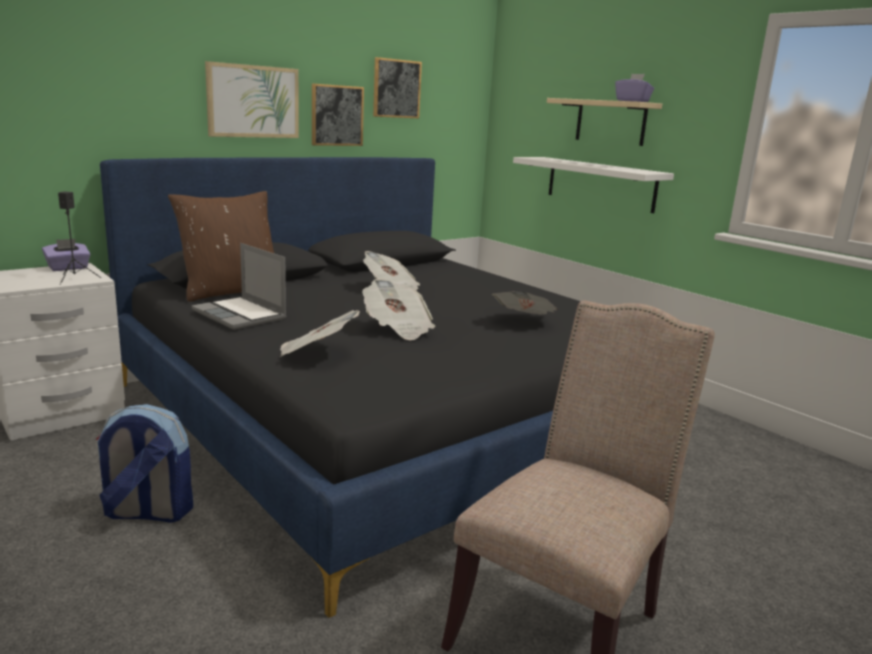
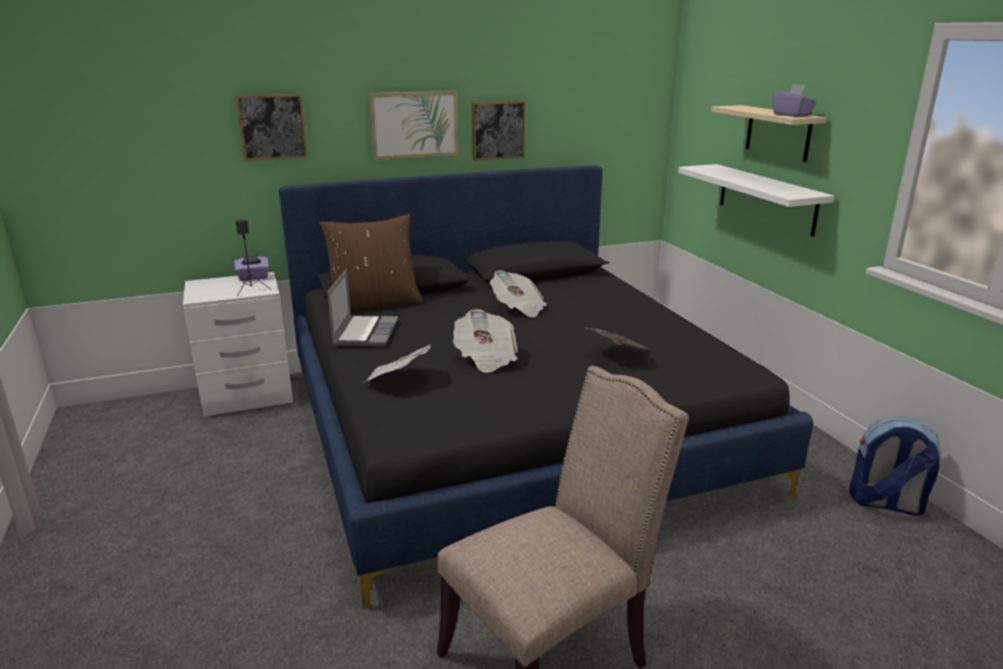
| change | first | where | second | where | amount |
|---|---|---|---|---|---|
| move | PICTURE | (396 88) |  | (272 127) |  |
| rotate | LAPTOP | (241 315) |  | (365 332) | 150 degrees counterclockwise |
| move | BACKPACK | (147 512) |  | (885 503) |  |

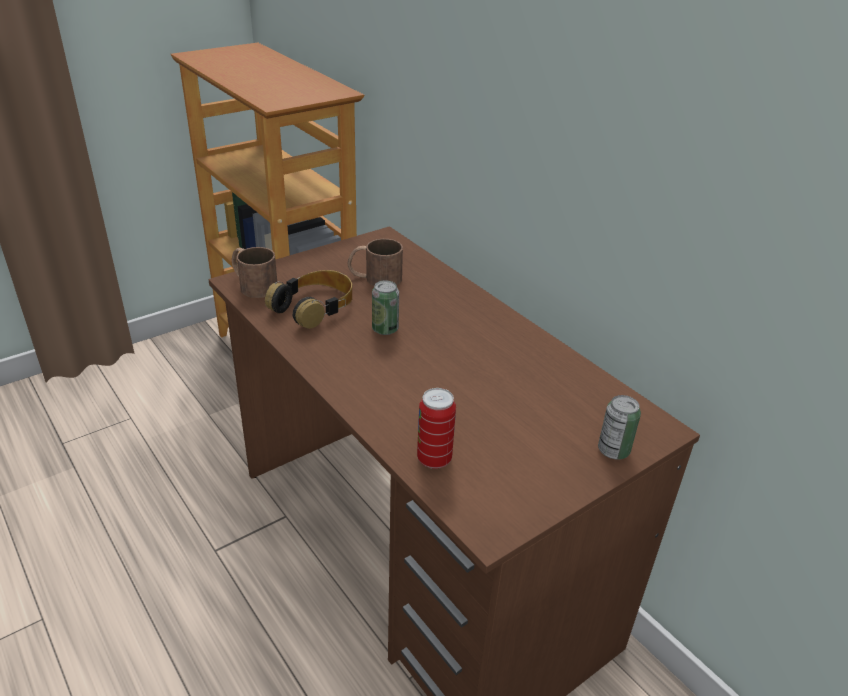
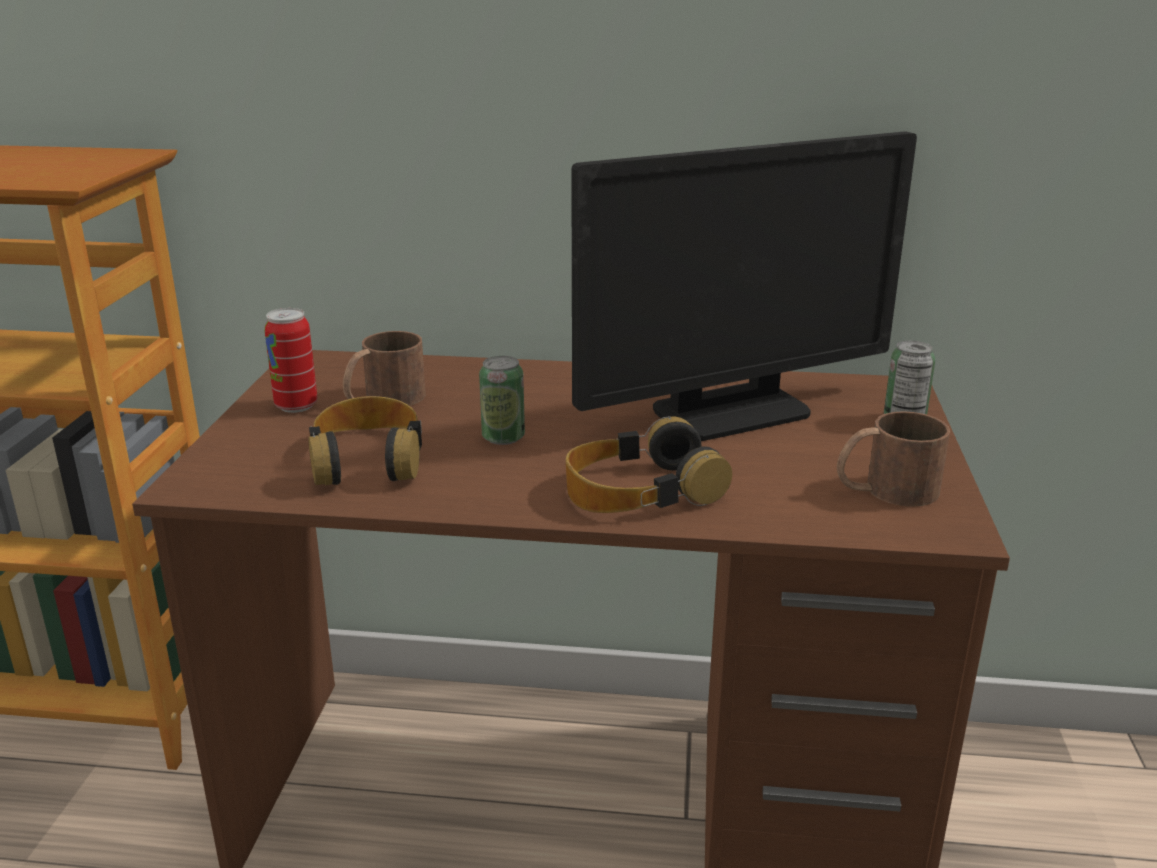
| change | first | where | second | where | amount |
|---|---|---|---|---|---|
| move | BROWN MUG | (252 284) |  | (885 490) |  |
| move | CAN | (434 459) |  | (296 406) |  |
| insert |  |  | MONITOR | (730 411) |  |
| insert |  |  | HEADPHONES | (641 490) |  |

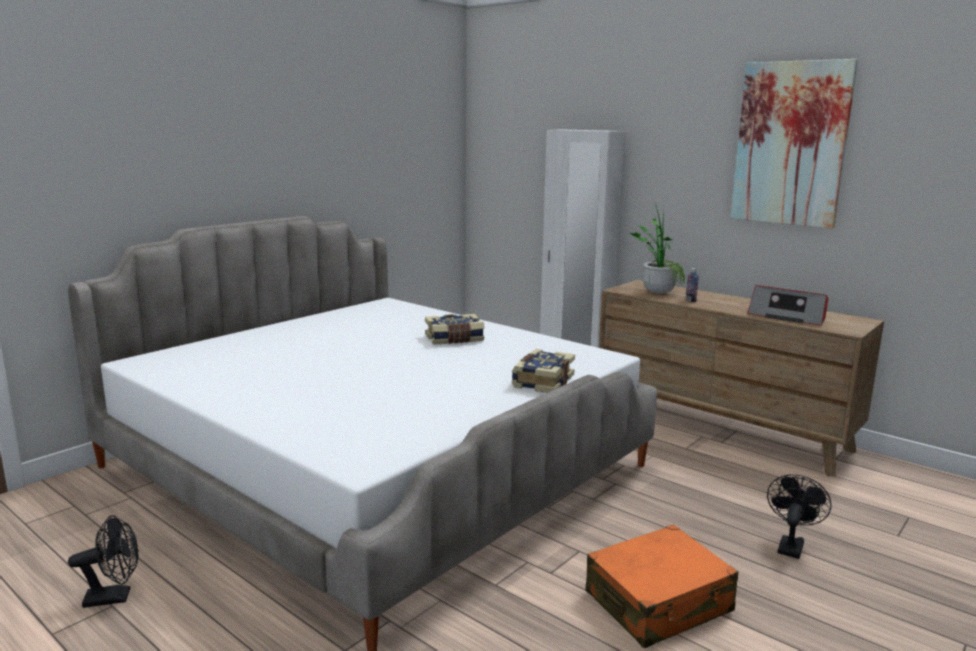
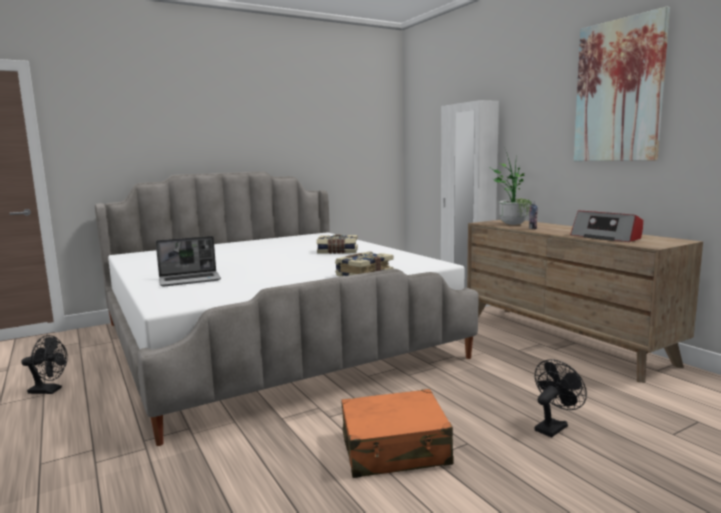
| change | first | where | second | where | amount |
|---|---|---|---|---|---|
| insert |  |  | LAPTOP | (190 280) |  |

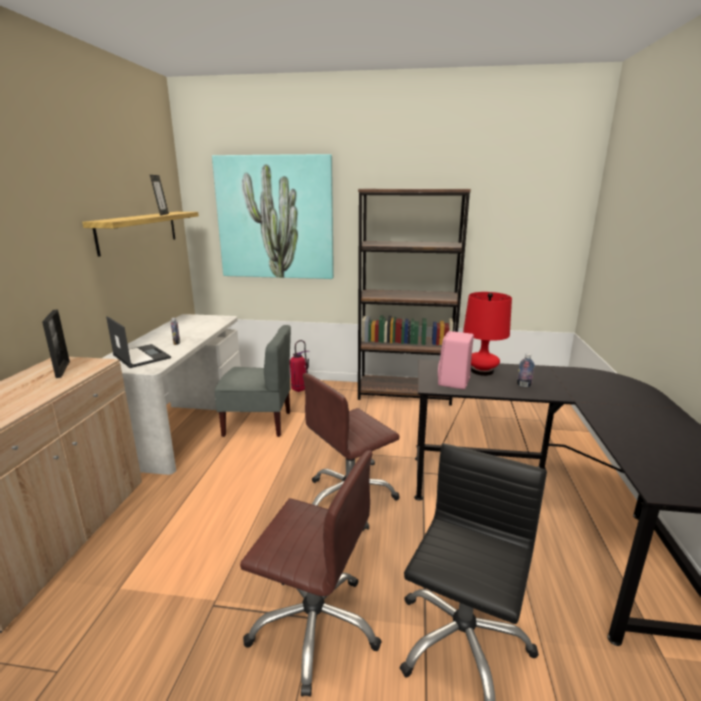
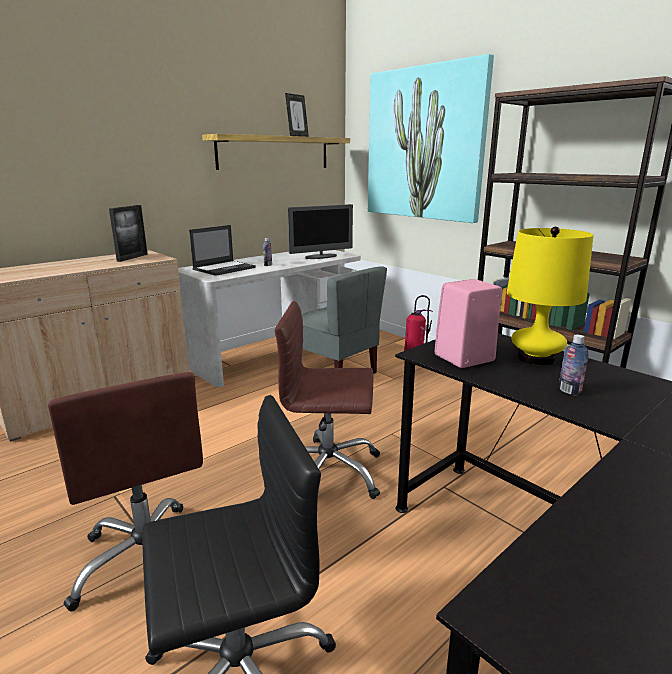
| change | first | where | second | where | amount |
|---|---|---|---|---|---|
| recolor | RED TABLE LAMP | (482 371) | YELLOW TABLE LAMP | (536 358) |  |
| rotate | LAPTOP | (141 356) |  | (224 268) | 45 degrees clockwise |
| insert |  |  | MONITOR | (321 257) |  |

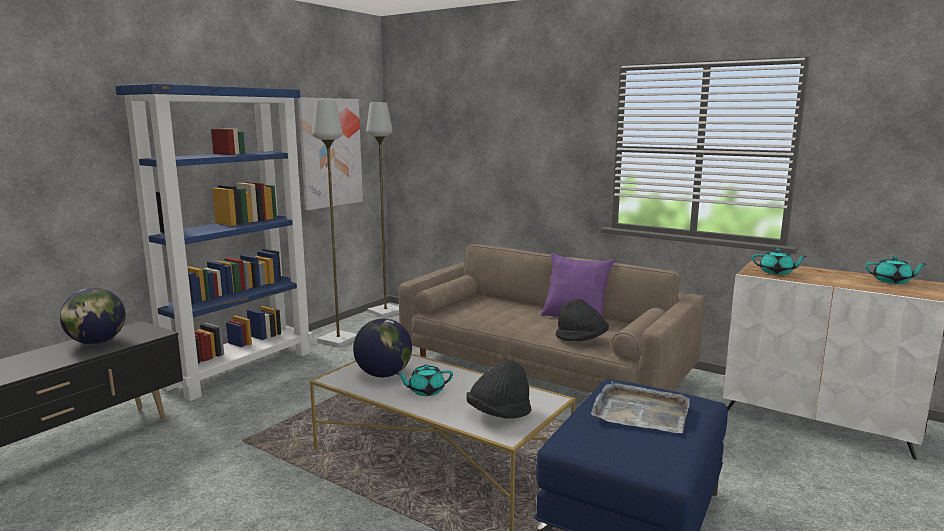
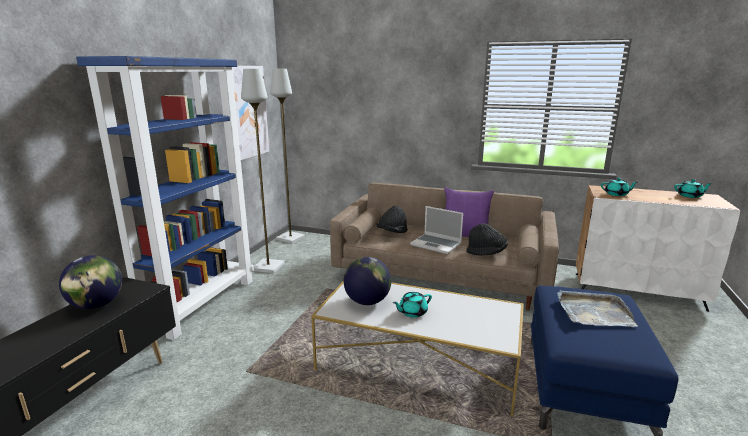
| change | first | where | second | where | amount |
|---|---|---|---|---|---|
| move | BLACK HAT | (499 414) |  | (392 233) |  |
| insert |  |  | LAPTOP | (436 244) |  |

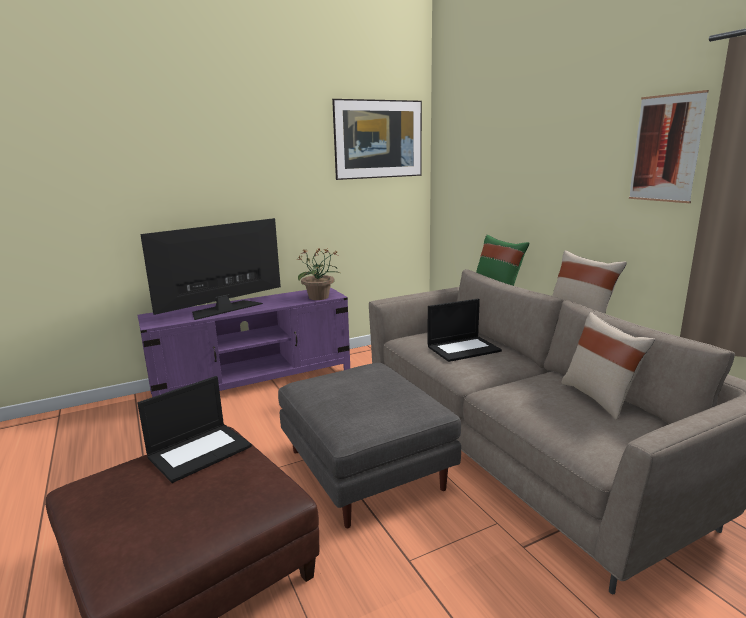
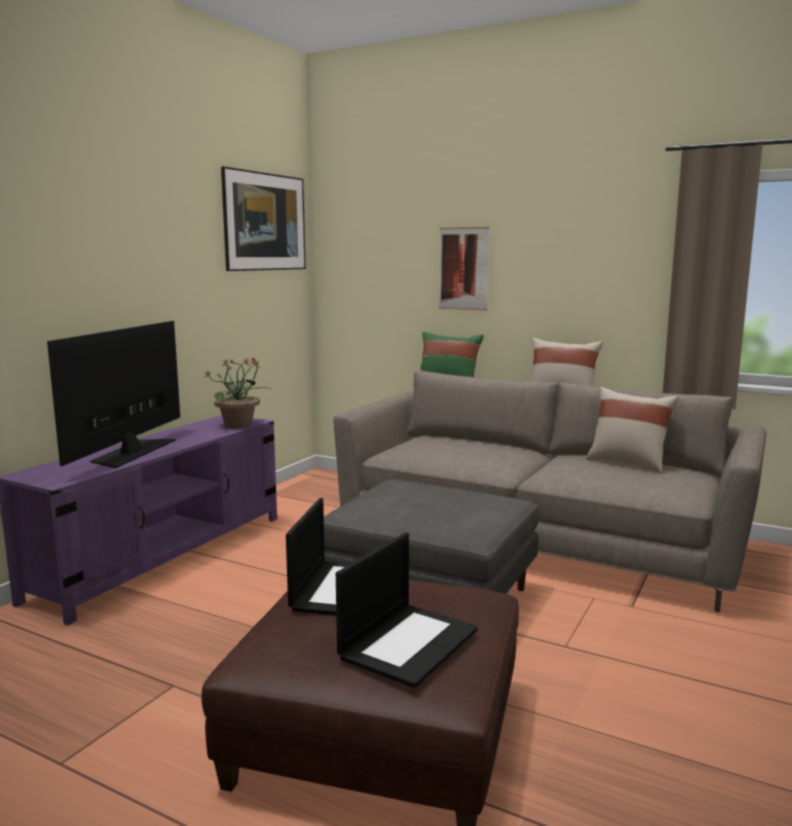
| change | first | where | second | where | amount |
|---|---|---|---|---|---|
| move | PICTURE | (666 148) |  | (463 268) |  |
| move | LAPTOP | (463 348) |  | (408 643) |  |

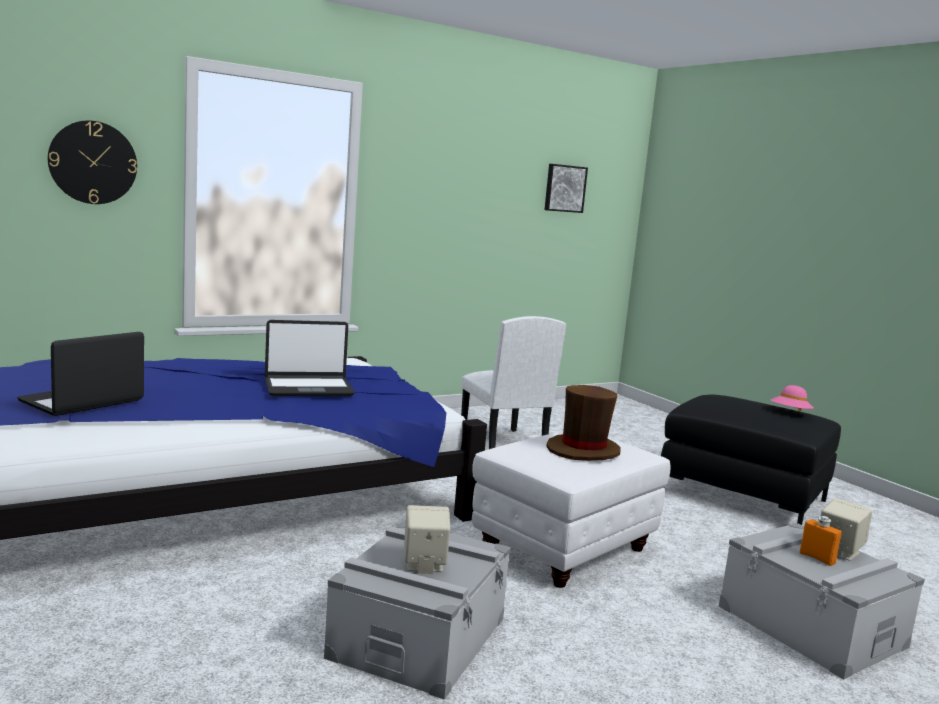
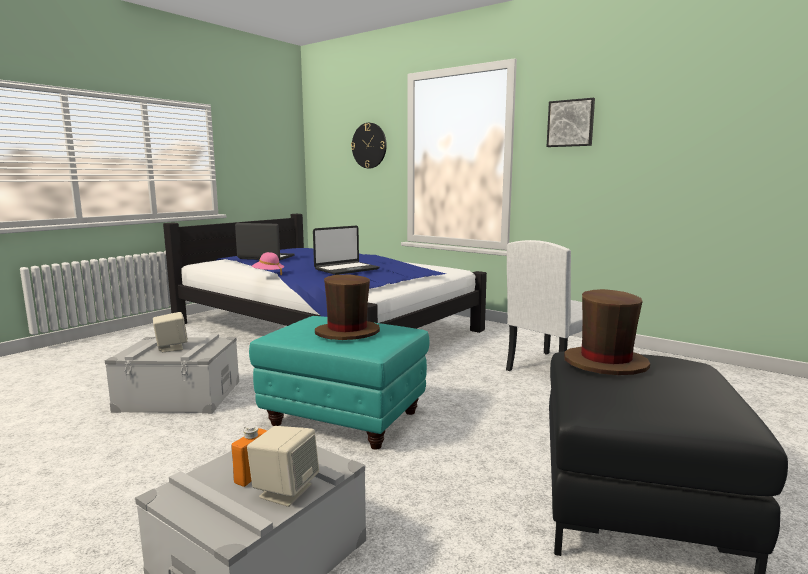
| change | first | where | second | where | amount |
|---|---|---|---|---|---|
| move | PICTURE | (564 188) |  | (571 123) |  |
| rotate | LAPTOP | (308 388) |  | (346 269) | 90 degrees counterclockwise |
| move | PINK HAT | (790 414) |  | (268 274) |  |
| recolor | WHITE OTTOMAN | (563 549) | TURQUOISE OTTOMAN | (344 417) |  |
| insert |  |  | BROWN HAT | (604 363) |  |

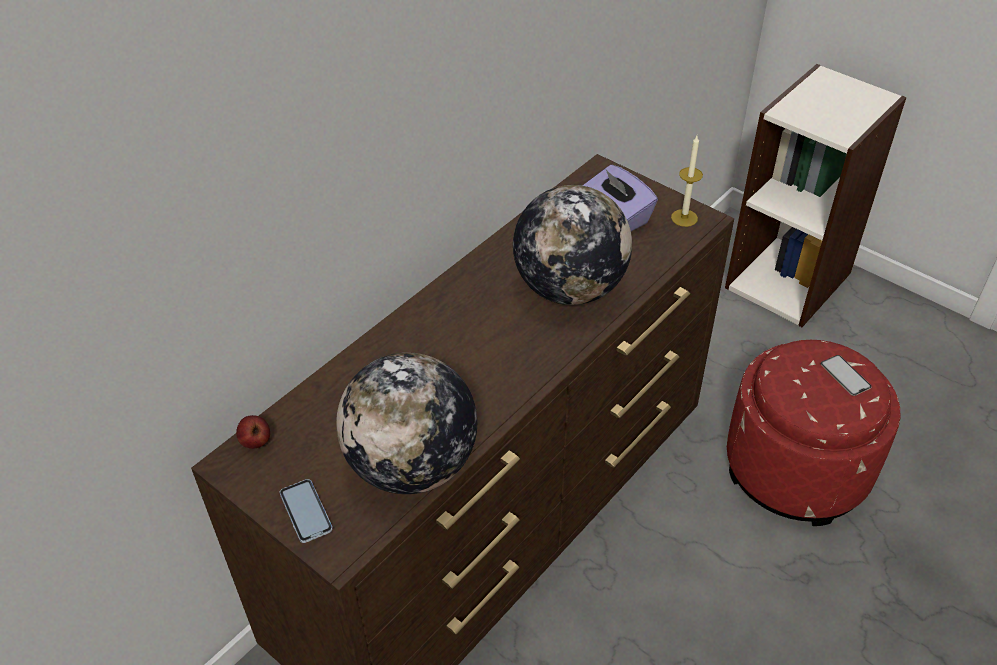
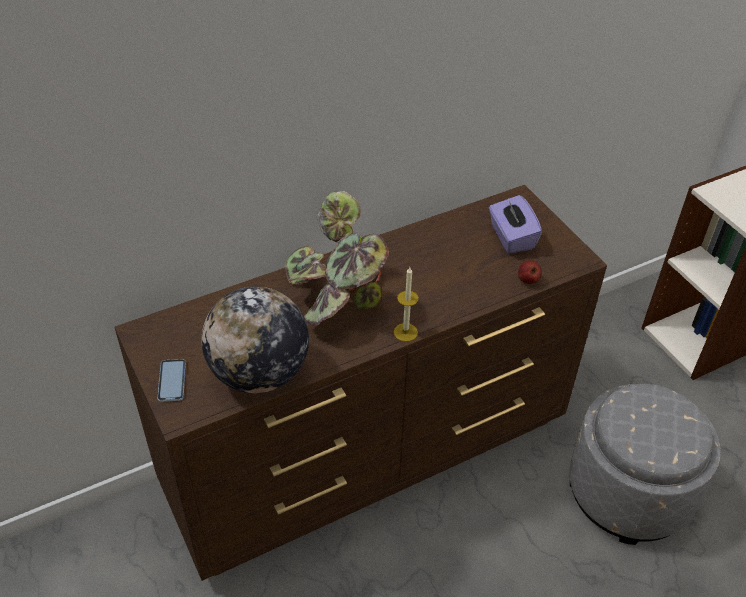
| change | first | where | second | where | amount |
|---|---|---|---|---|---|
| move | CANDLE | (684 218) |  | (405 332) |  |
| delete | GLOBE | (569 288) |  |  |  |
| recolor | RED OTTOMAN | (796 468) | GREY OTTOMAN | (629 491) |  |
| delete | PHONE | (845 375) |  |  |  |
| move | APPLE | (256 442) |  | (527 280) |  |
| insert |  |  | POTTED PLANT | (337 297) |  |

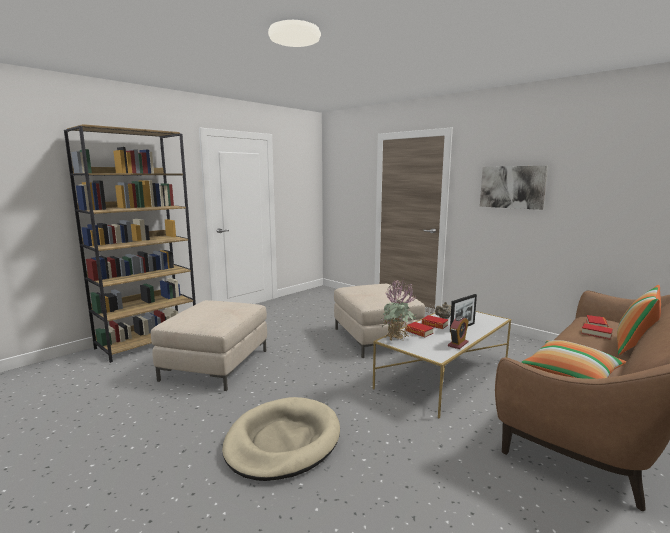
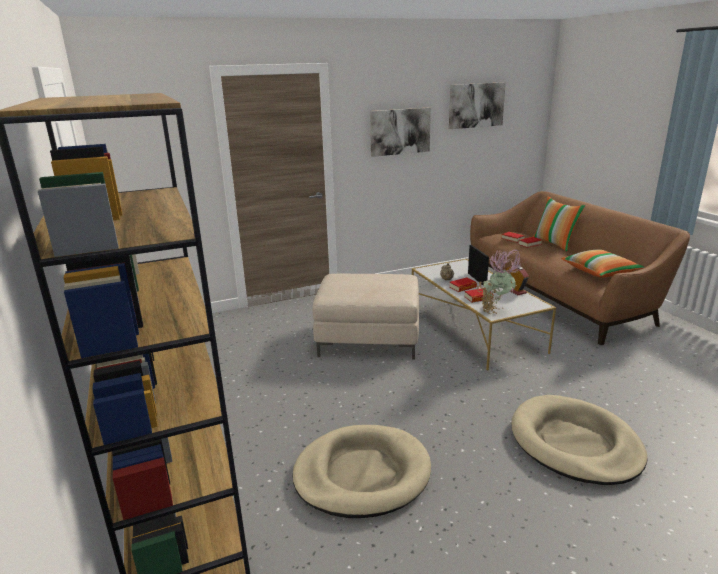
| change | first | where | second | where | amount |
|---|---|---|---|---|---|
| replace | BEIGE OTTOMAN | (215 364) | BEIGE DOG BED | (362 474) |  |
| insert |  |  | PICTURE | (476 105) |  |

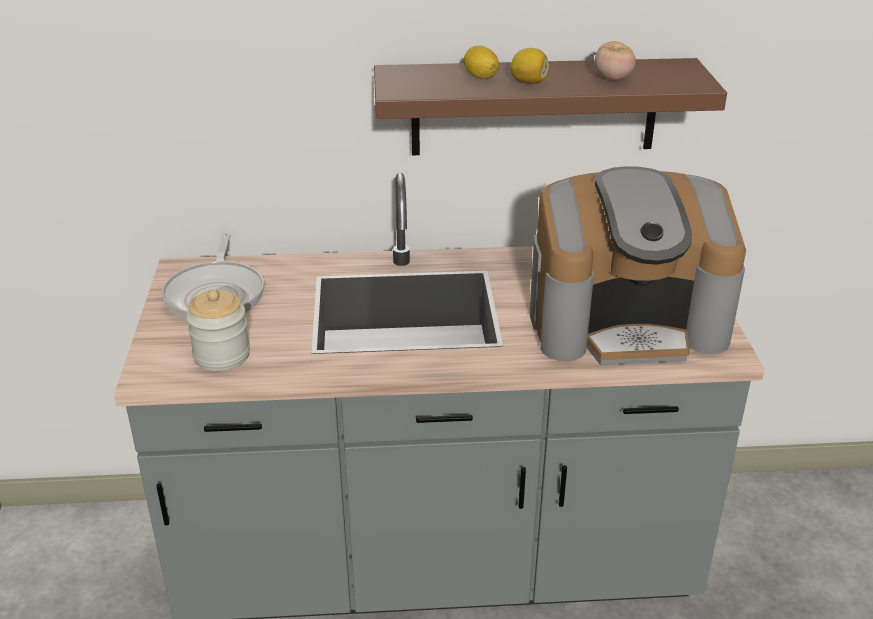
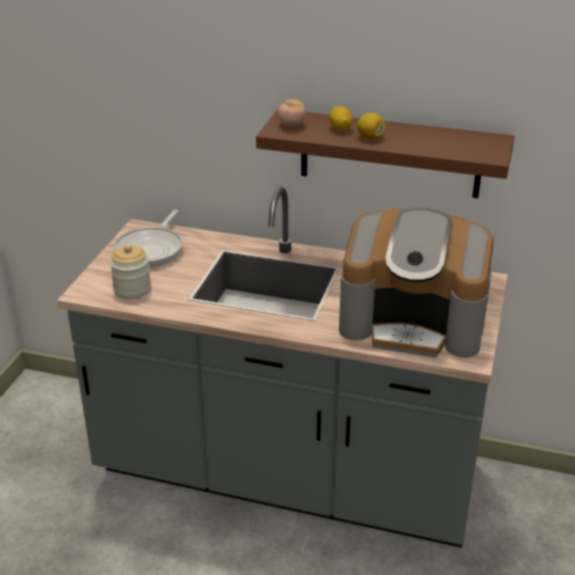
| change | first | where | second | where | amount |
|---|---|---|---|---|---|
| move | TOMATO | (613 78) |  | (291 125) |  |

